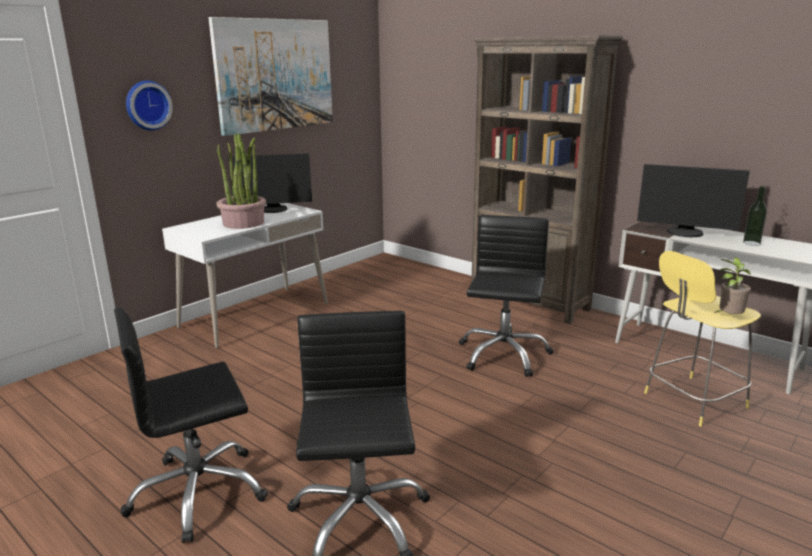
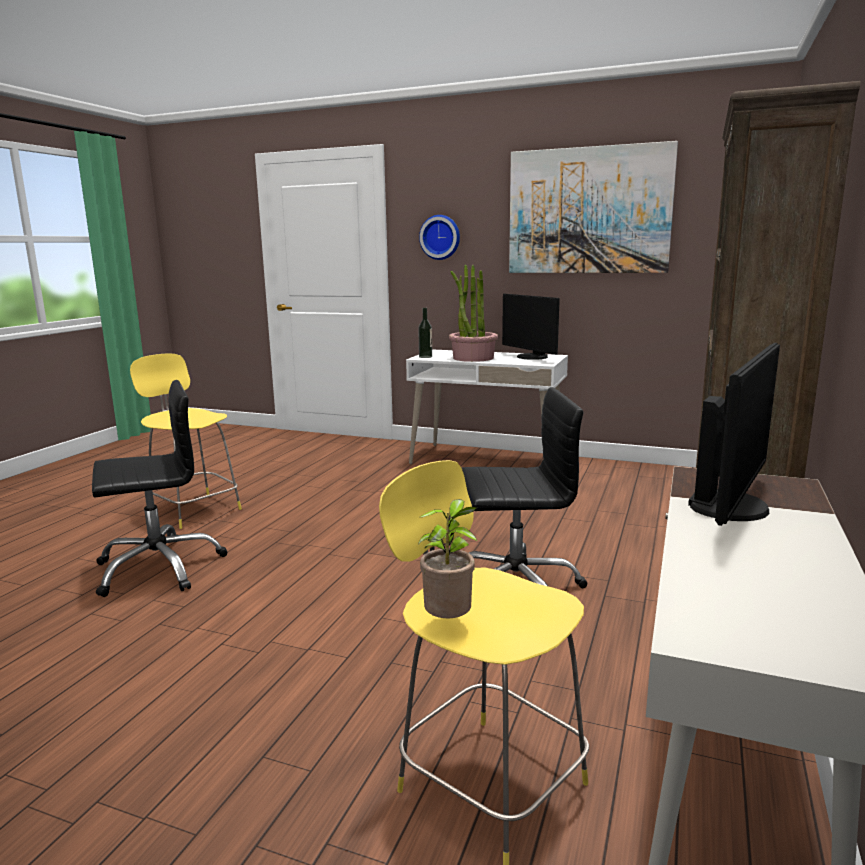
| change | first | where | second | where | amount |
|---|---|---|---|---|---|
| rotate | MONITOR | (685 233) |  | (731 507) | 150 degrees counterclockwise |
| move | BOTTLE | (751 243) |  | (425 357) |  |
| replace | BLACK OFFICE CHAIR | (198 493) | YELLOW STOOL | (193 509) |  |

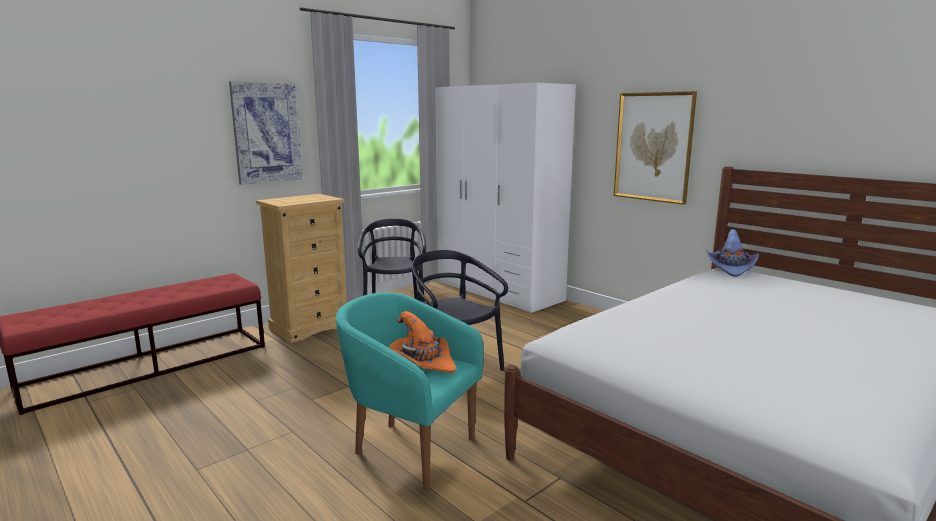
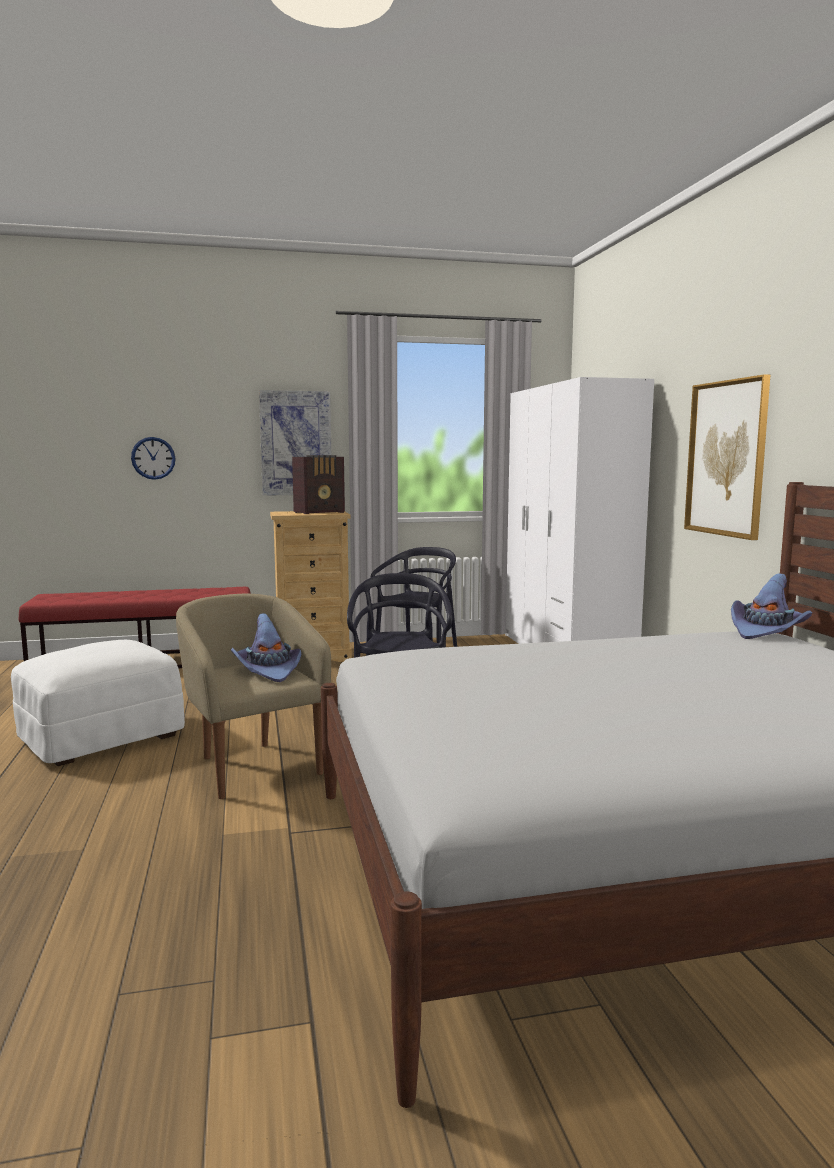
| change | first | where | second | where | amount |
|---|---|---|---|---|---|
| recolor | TURQUOISE ARMCHAIR | (410 449) | BEIGE ARMCHAIR | (252 766) |  |
| recolor | ORANGE HAT | (422 361) | PURPLE HAT | (269 670) |  |
| insert |  |  | WALL CLOCK | (153 458) |  |
| insert |  |  | RADIO | (320 512) |  |
| insert |  |  | WHITE OTTOMAN | (101 737) |  |

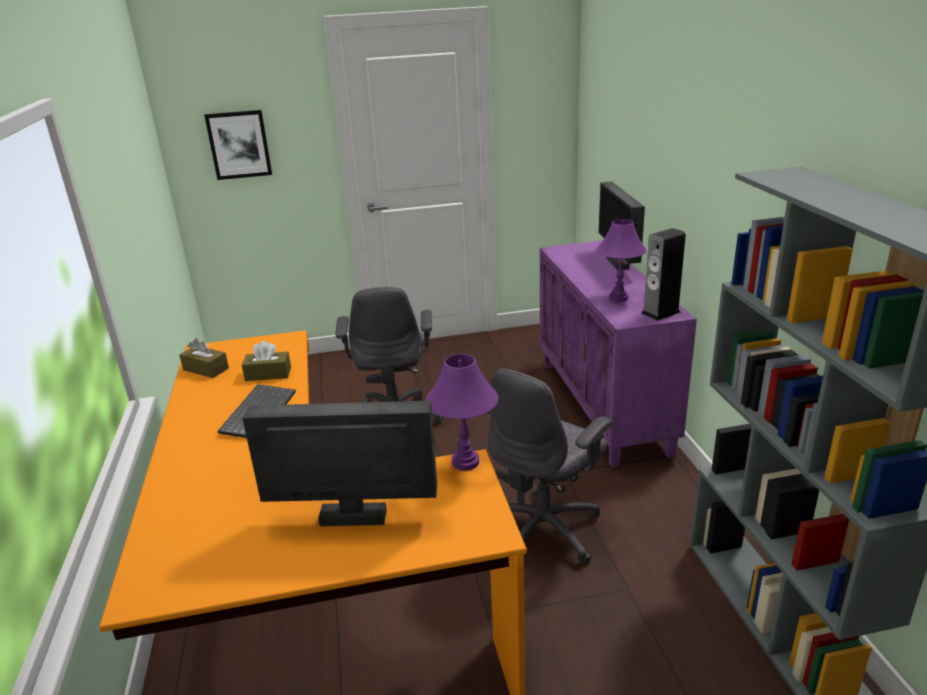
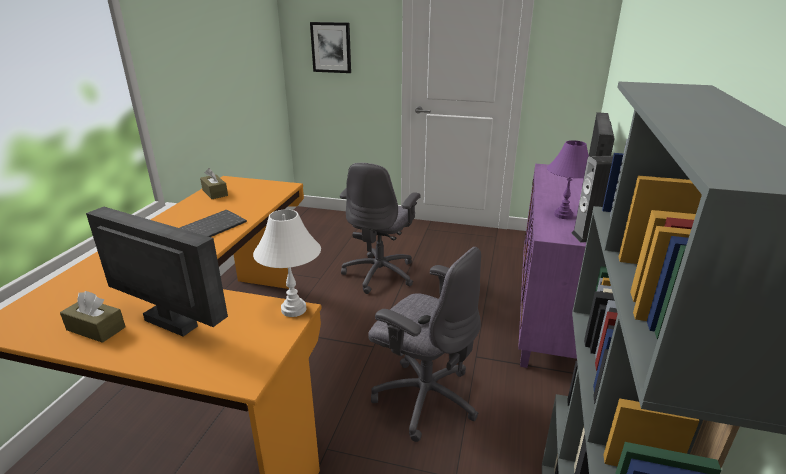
| change | first | where | second | where | amount |
|---|---|---|---|---|---|
| move | BROWN TISSUE BOX | (268 374) |  | (96 328) |  |
| recolor | PURPLE TABLE LAMP | (465 462) | WHITE TABLE LAMP | (294 309) |  |
| rotate | GREY OFFICE CHAIR | (544 530) |  | (424 397) | 120 degrees counterclockwise |

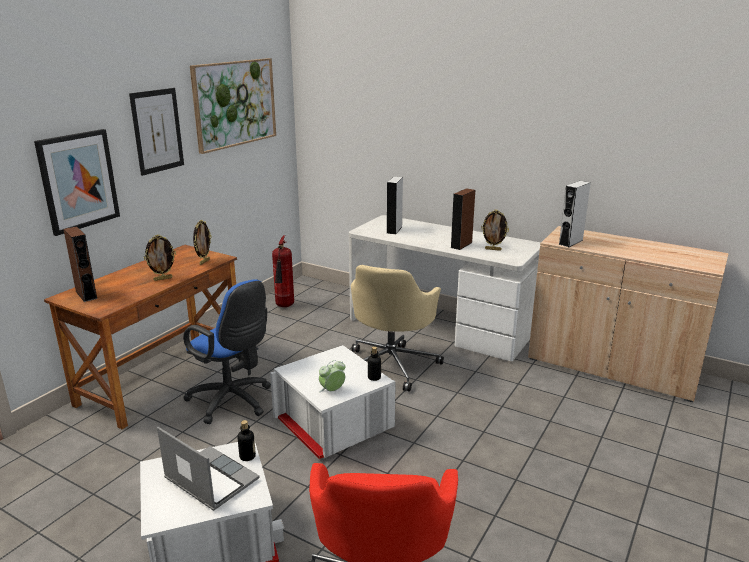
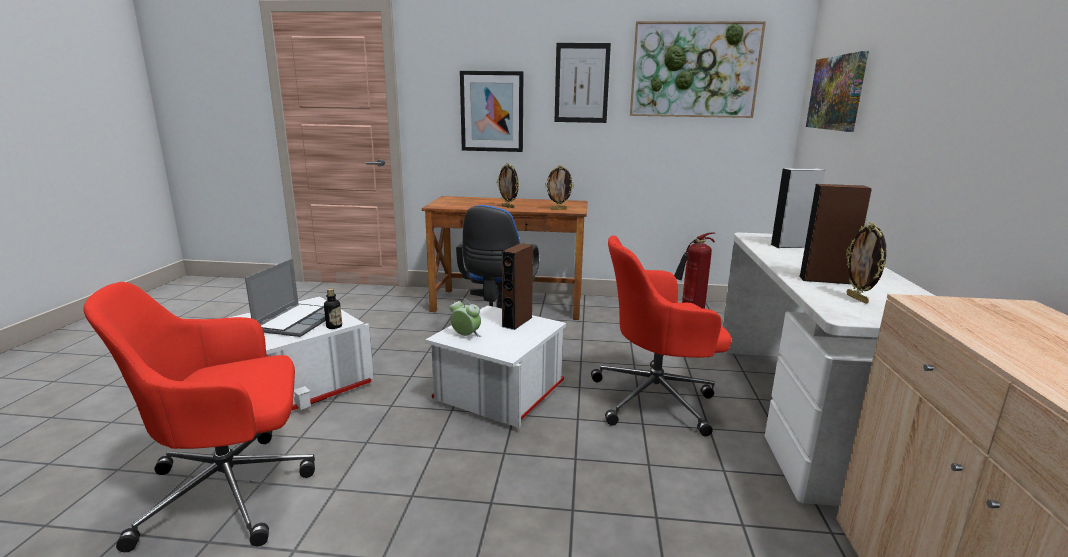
| change | first | where | second | where | amount |
|---|---|---|---|---|---|
| delete | GREY SPEAKER | (570 242) |  |  |  |
| move | BROWN SPEAKER | (86 294) |  | (517 322) |  |
| recolor | BEIGE OFFICE CHAIR | (392 364) | RED OFFICE CHAIR | (656 399) |  |
| delete | BOTTLE | (374 377) |  |  |  |
| insert |  |  | PICTURE | (837 93) |  |

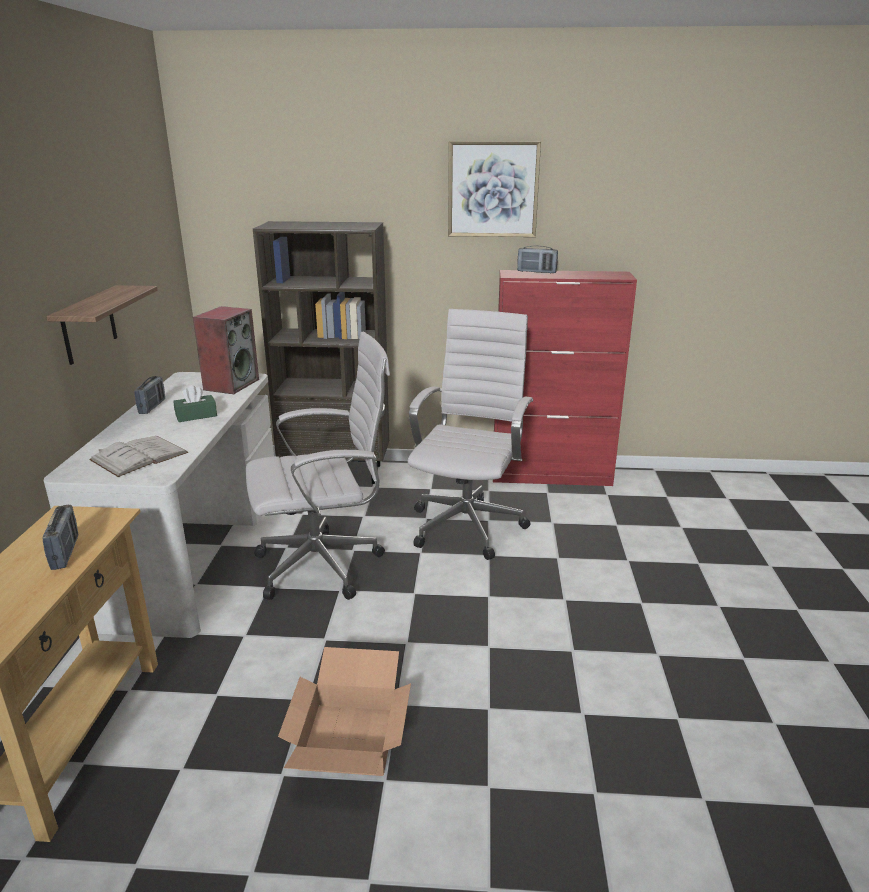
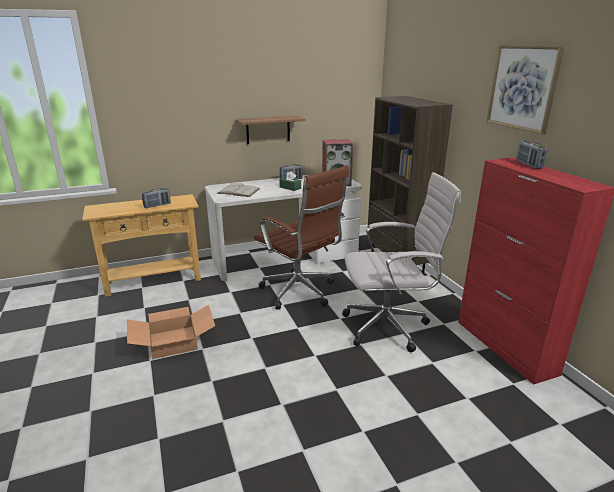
| change | first | where | second | where | amount |
|---|---|---|---|---|---|
| recolor | WHITE OFFICE CHAIR | (325 565) | BROWN OFFICE CHAIR | (300 293) |  |

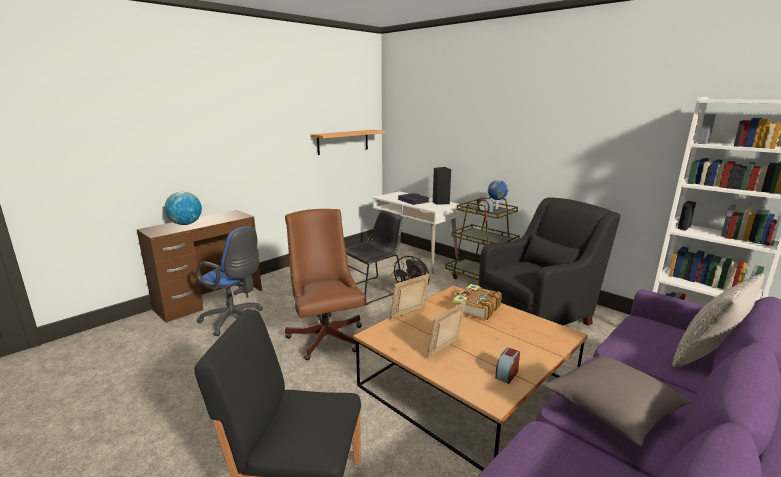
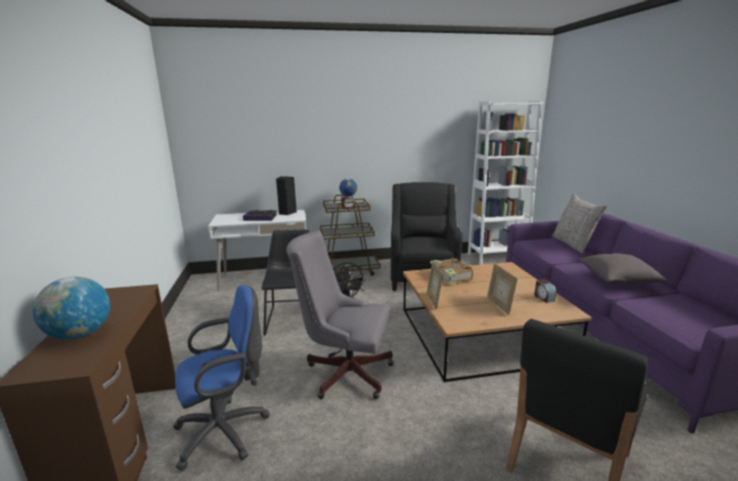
| change | first | where | second | where | amount |
|---|---|---|---|---|---|
| delete | SHELF | (343 142) |  |  |  |
| recolor | BROWN OFFICE CHAIR | (326 335) | GREY OFFICE CHAIR | (344 372) |  |

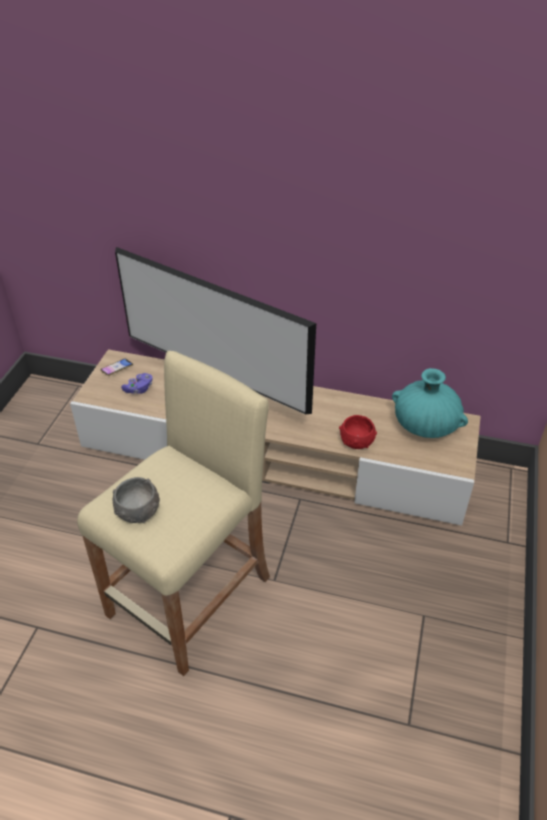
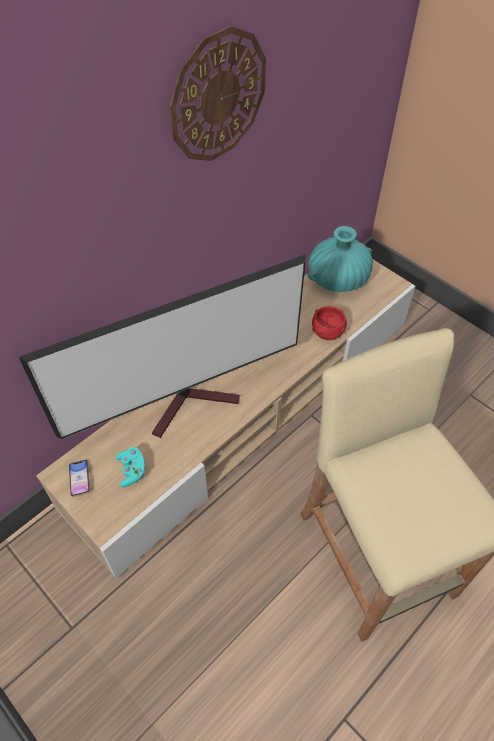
| change | first | where | second | where | amount |
|---|---|---|---|---|---|
| recolor | PURPLE GAME CONTROLLER | (139 389) | TURQUOISE GAME CONTROLLER | (132 470) |  |
| delete | GREY BOWL | (138 511) |  |  |  |
| insert |  |  | WALL CLOCK | (218 96) |  |

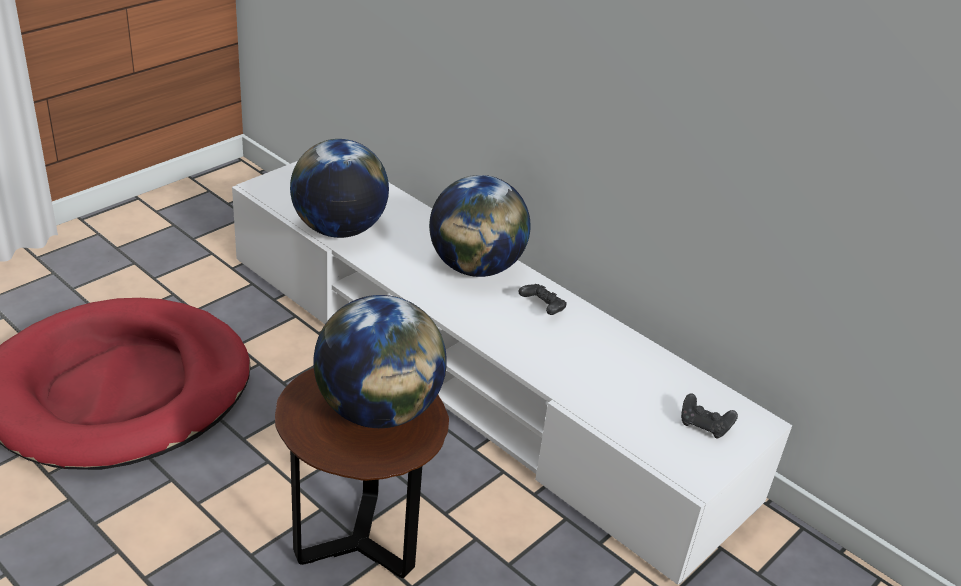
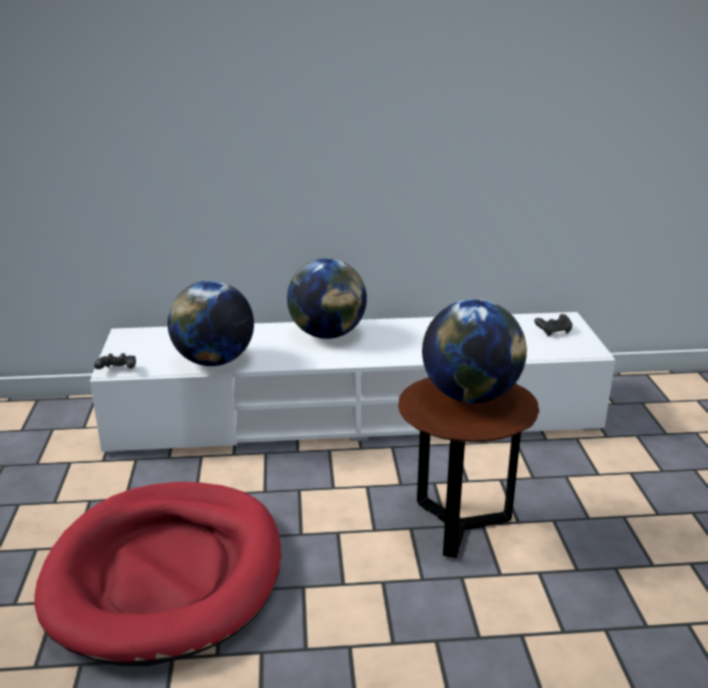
| change | first | where | second | where | amount |
|---|---|---|---|---|---|
| move | BLACK GAME CONTROLLER | (542 308) |  | (117 371) |  |

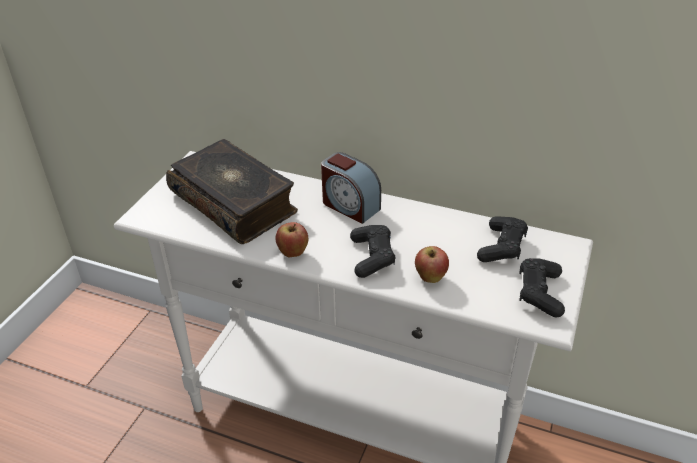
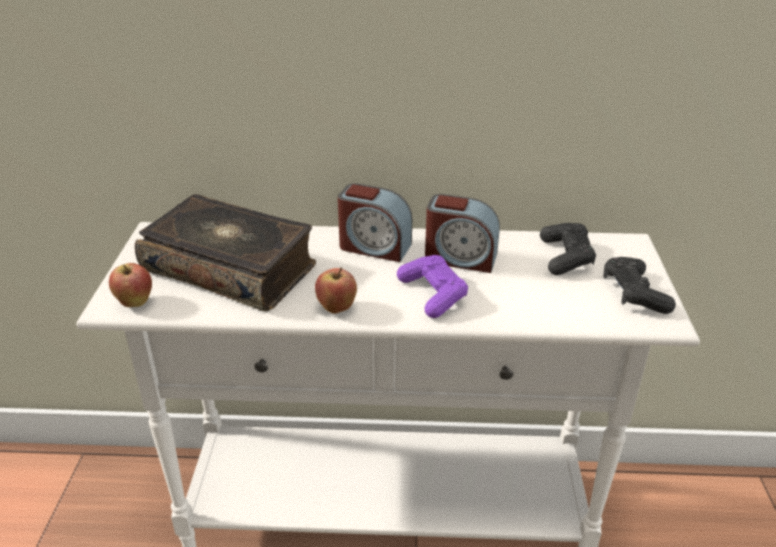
| change | first | where | second | where | amount |
|---|---|---|---|---|---|
| recolor | BLACK GAME CONTROLLER | (372 257) | PURPLE GAME CONTROLLER | (433 294) |  |
| move | APPLE | (430 278) |  | (135 303) |  |
| insert |  |  | ALARM CLOCK | (460 258) |  |

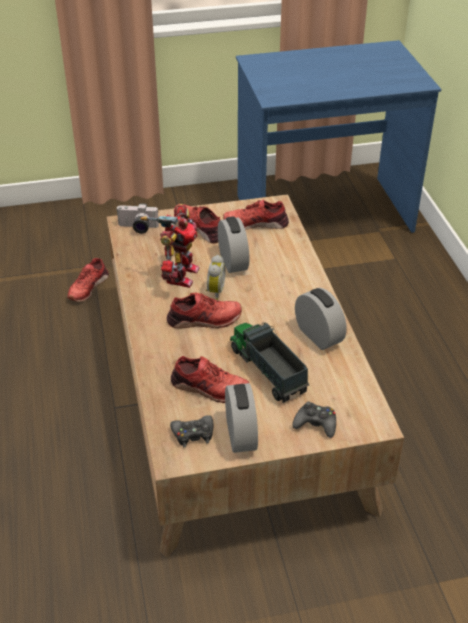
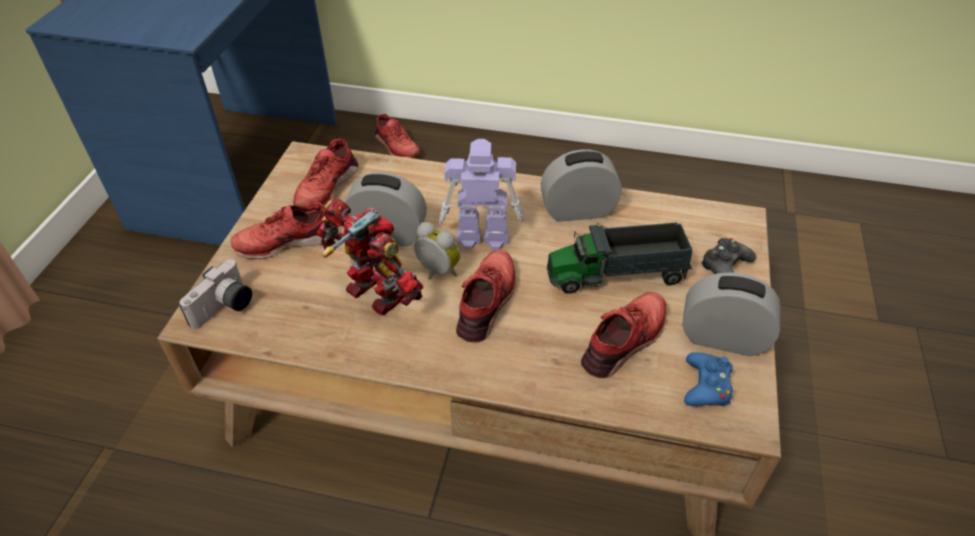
| change | first | where | second | where | amount |
|---|---|---|---|---|---|
| move | RED SHOE | (87 287) |  | (396 146) |  |
| recolor | BLACK GAME CONTROLLER | (193 434) | BLUE GAME CONTROLLER | (706 386) |  |
| insert |  |  | TOY ROBOT | (481 237) |  |

